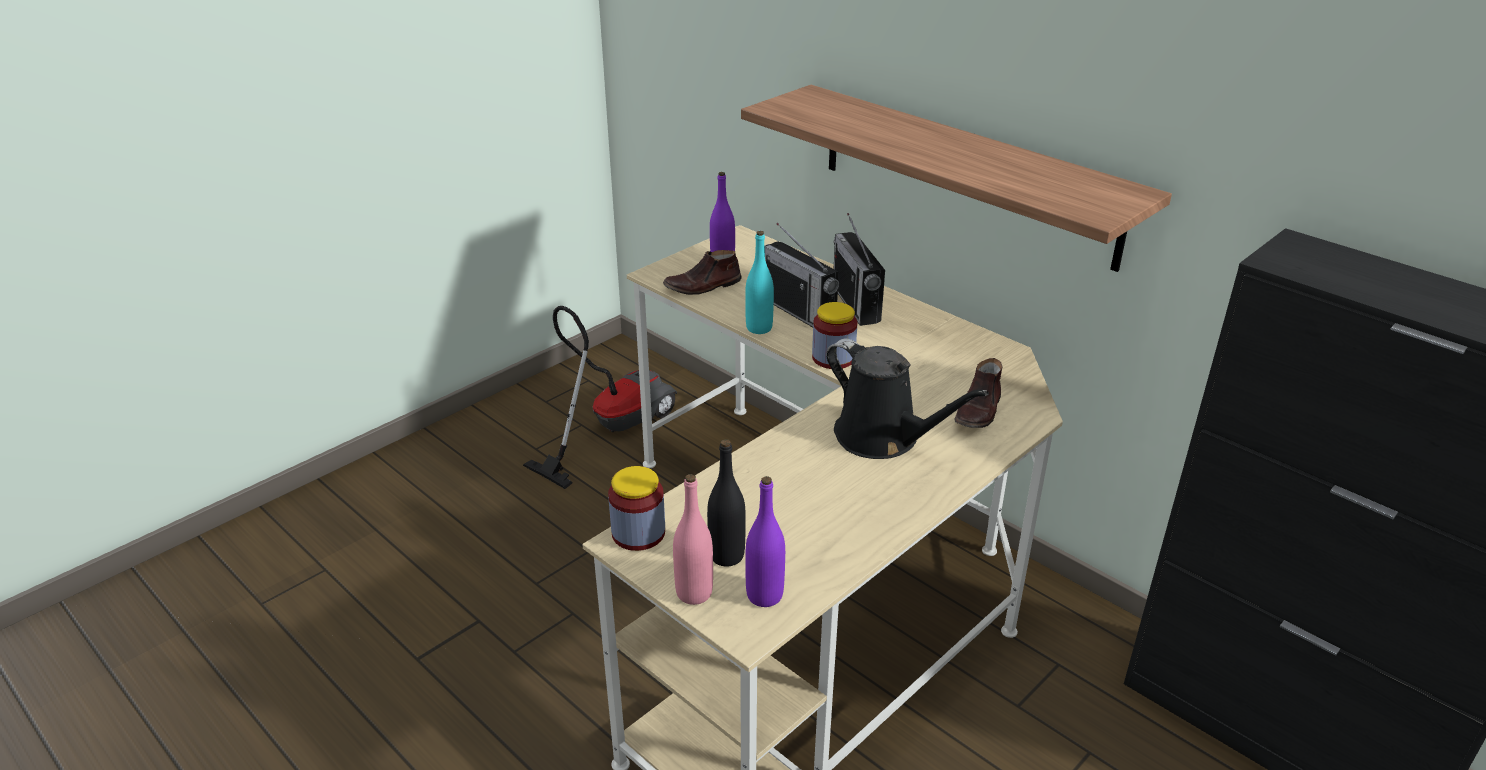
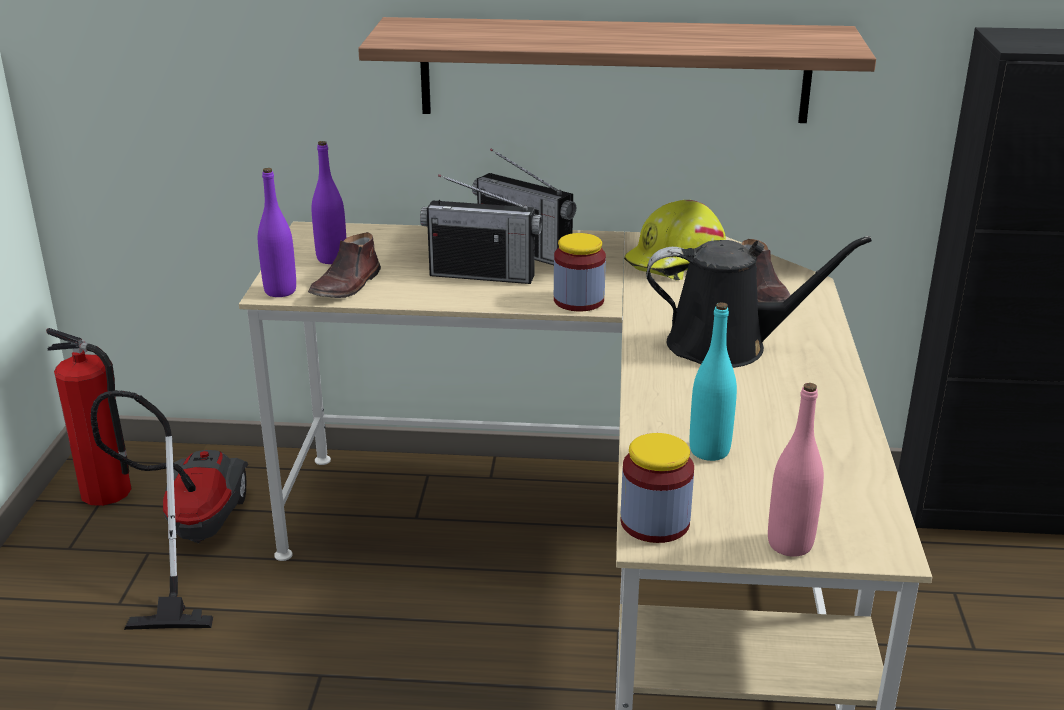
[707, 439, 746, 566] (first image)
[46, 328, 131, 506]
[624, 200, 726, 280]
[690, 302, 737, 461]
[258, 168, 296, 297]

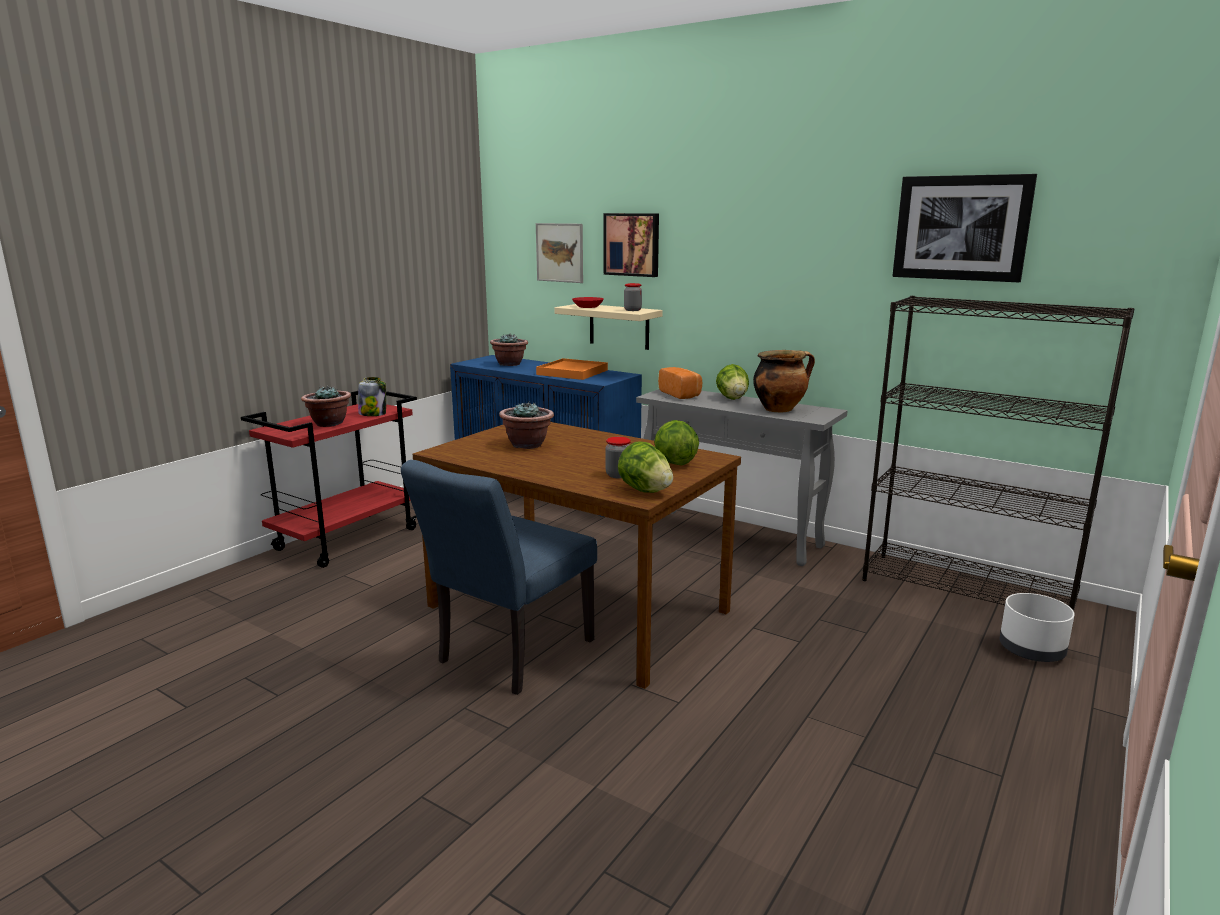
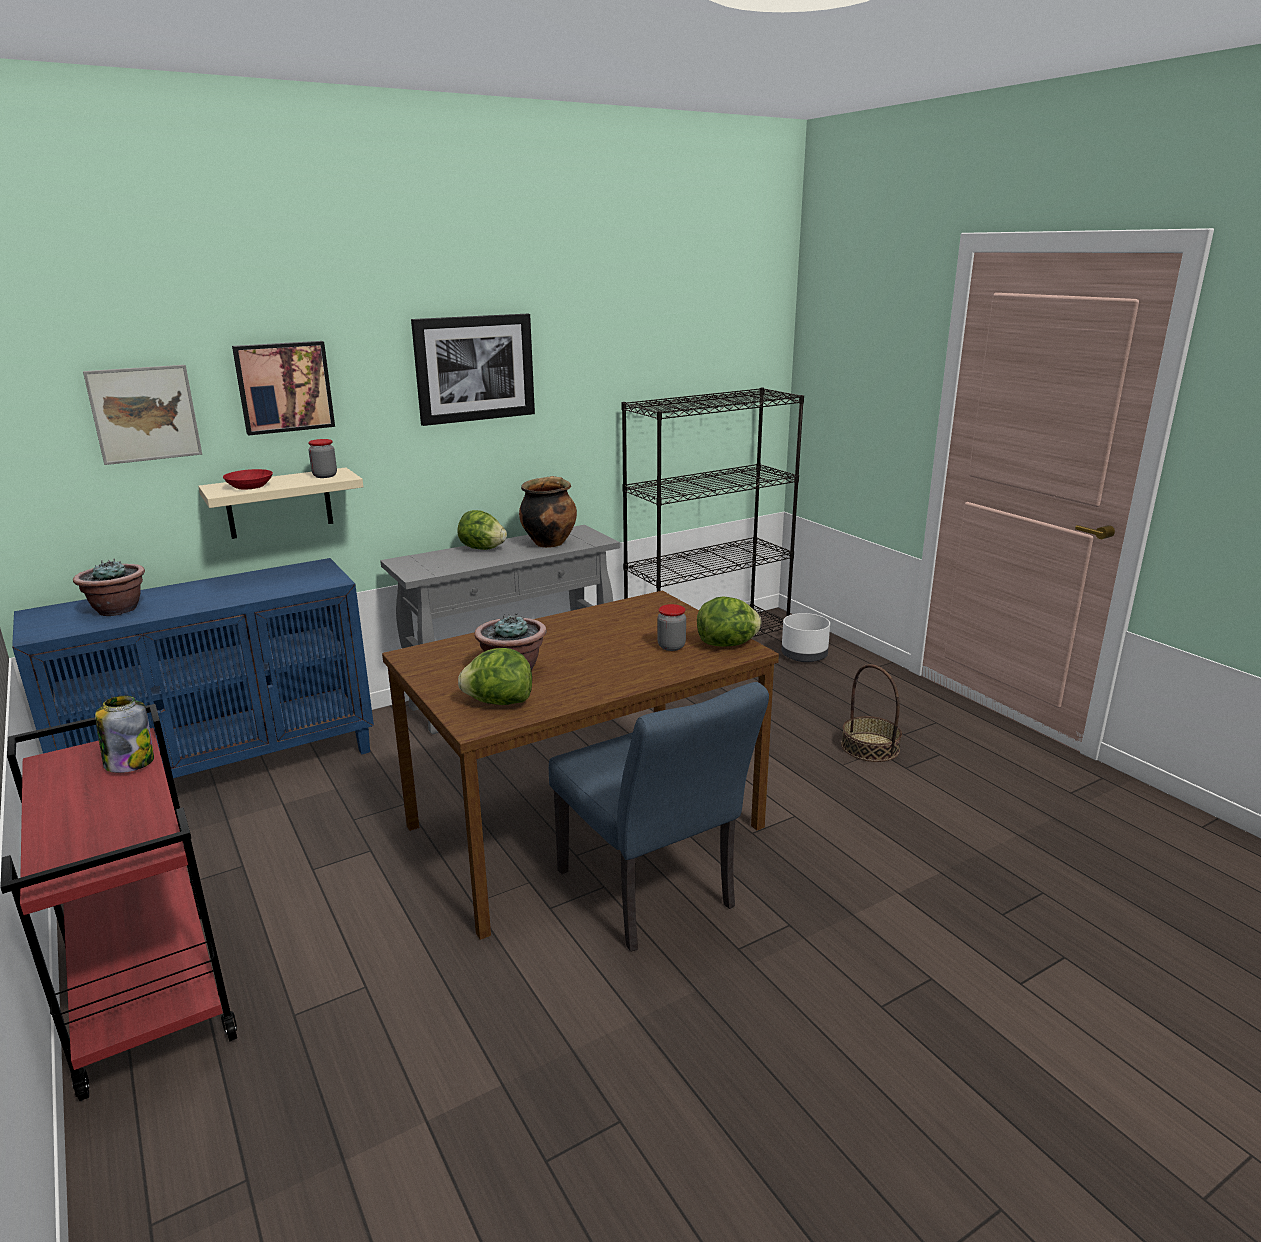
[301, 385, 351, 427] (first image)
[536, 358, 608, 380] (first image)
[658, 367, 702, 399] (first image)
[841, 664, 902, 762]
[458, 648, 532, 705]
[411, 314, 535, 426]

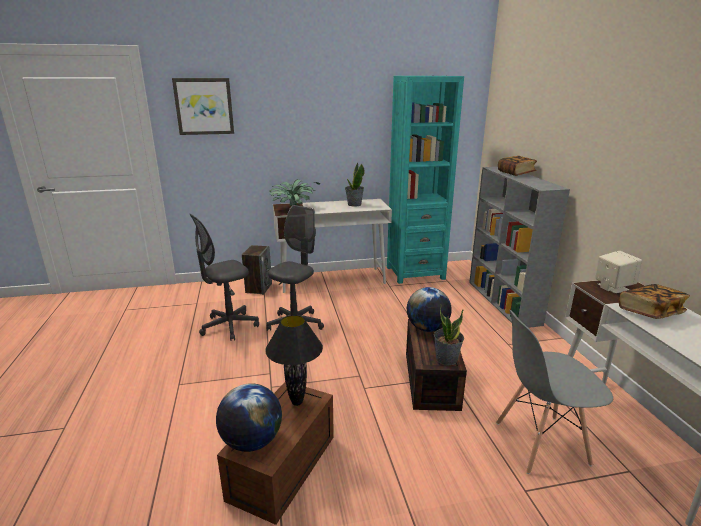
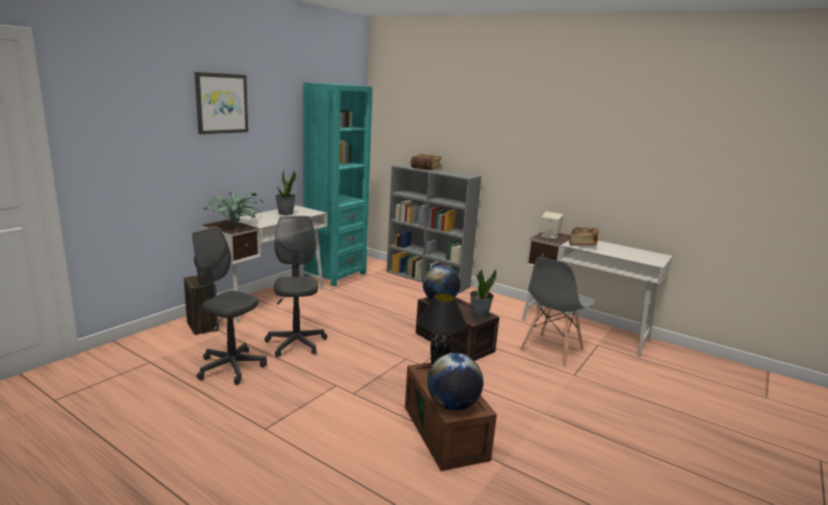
[195, 72, 248, 134]
[192, 226, 267, 385]

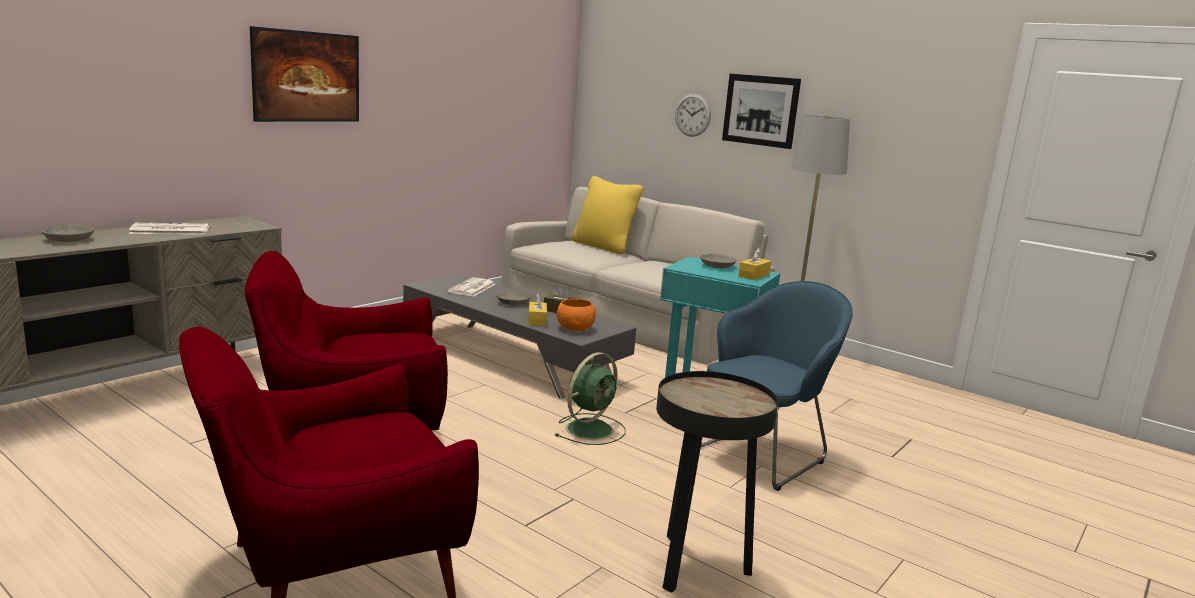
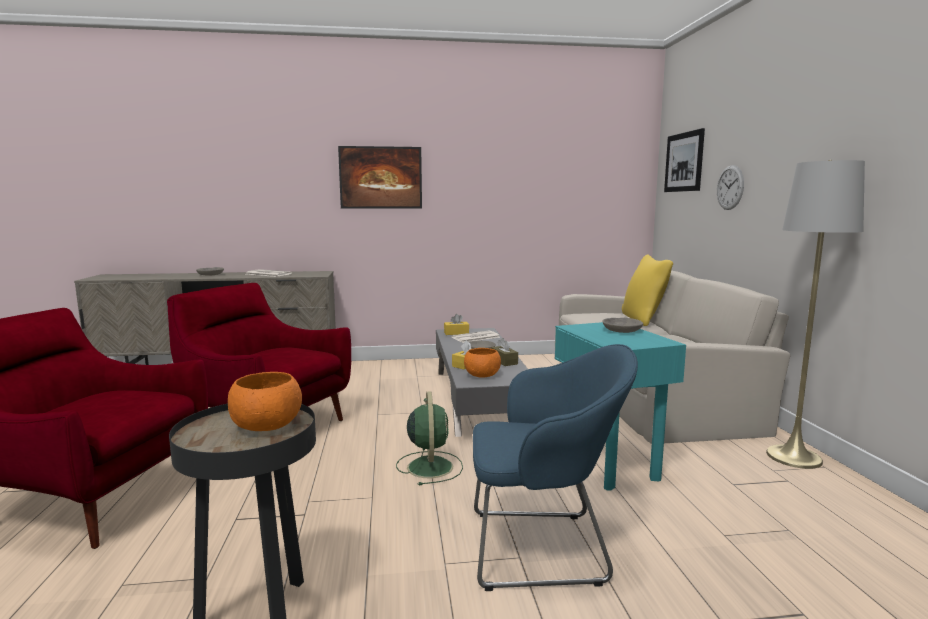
[228, 372, 302, 431]
[664, 128, 705, 192]
[444, 314, 469, 335]
[396, 392, 463, 485]

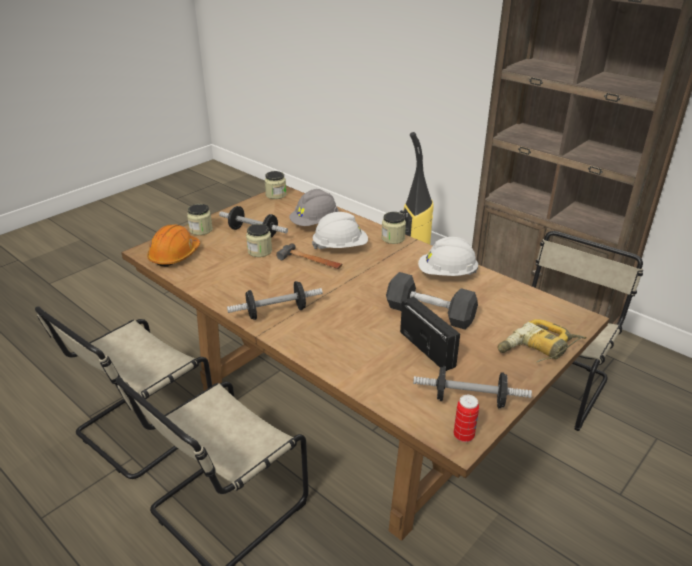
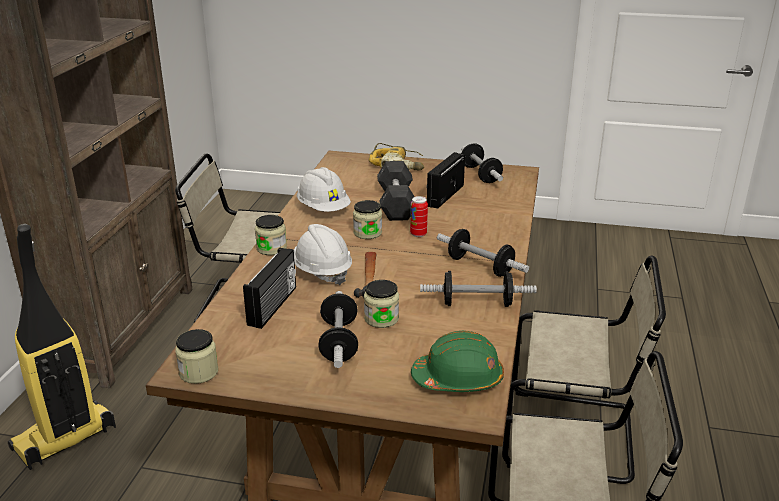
[420, 271, 537, 307]
[353, 200, 382, 239]
[410, 196, 428, 237]
[243, 248, 296, 329]
[411, 331, 504, 392]

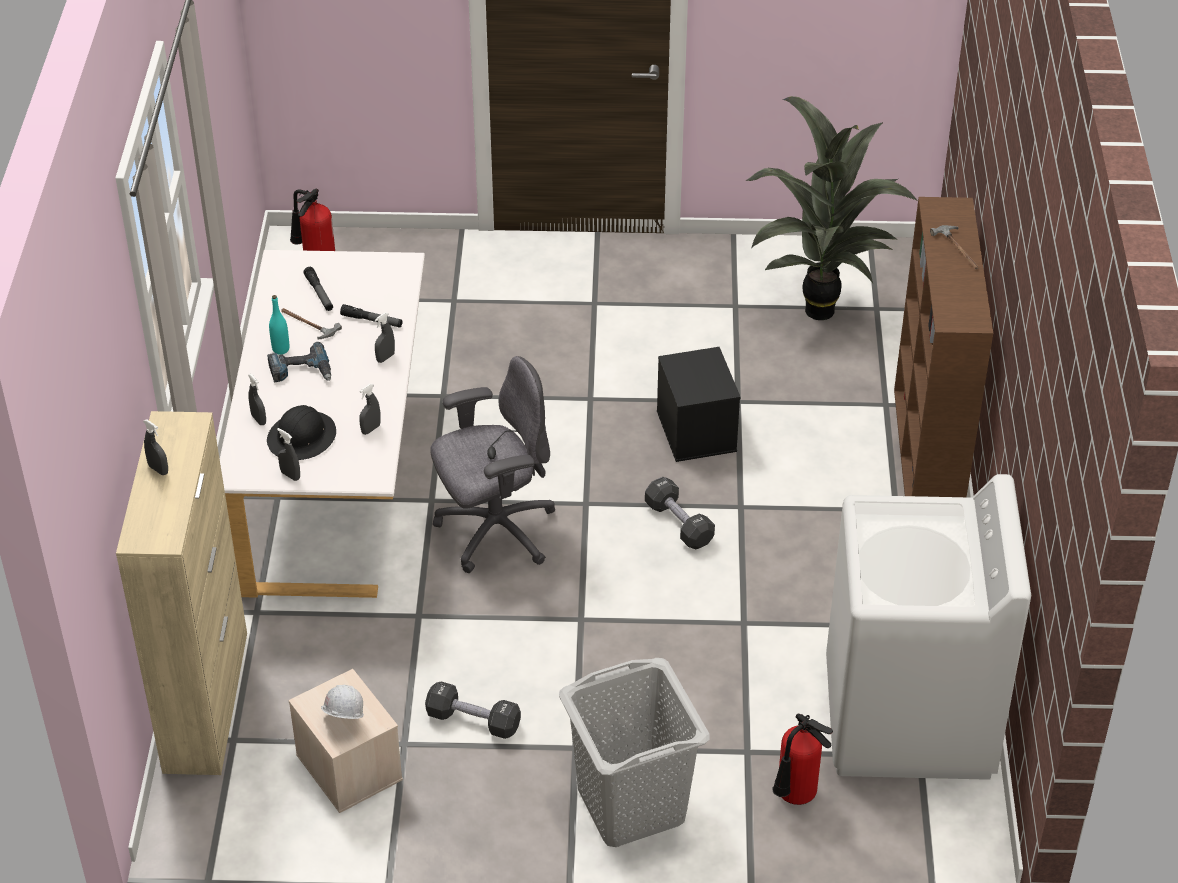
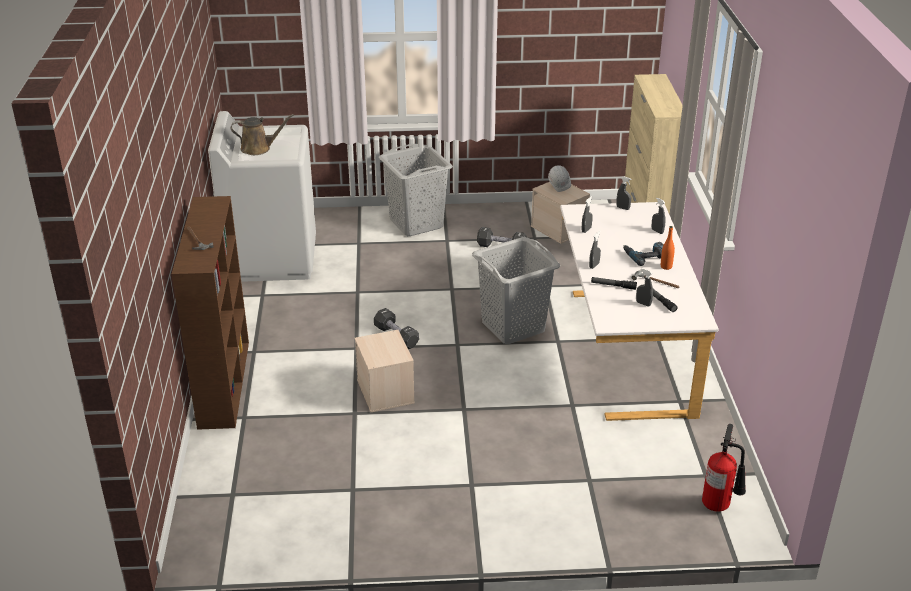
[267, 405, 336, 460] (first image)
[745, 96, 918, 320] (first image)
[772, 713, 833, 805] (first image)
[230, 114, 294, 155]
[636, 268, 653, 307]
[472, 237, 560, 344]
[661, 226, 675, 270]
[355, 330, 415, 412]

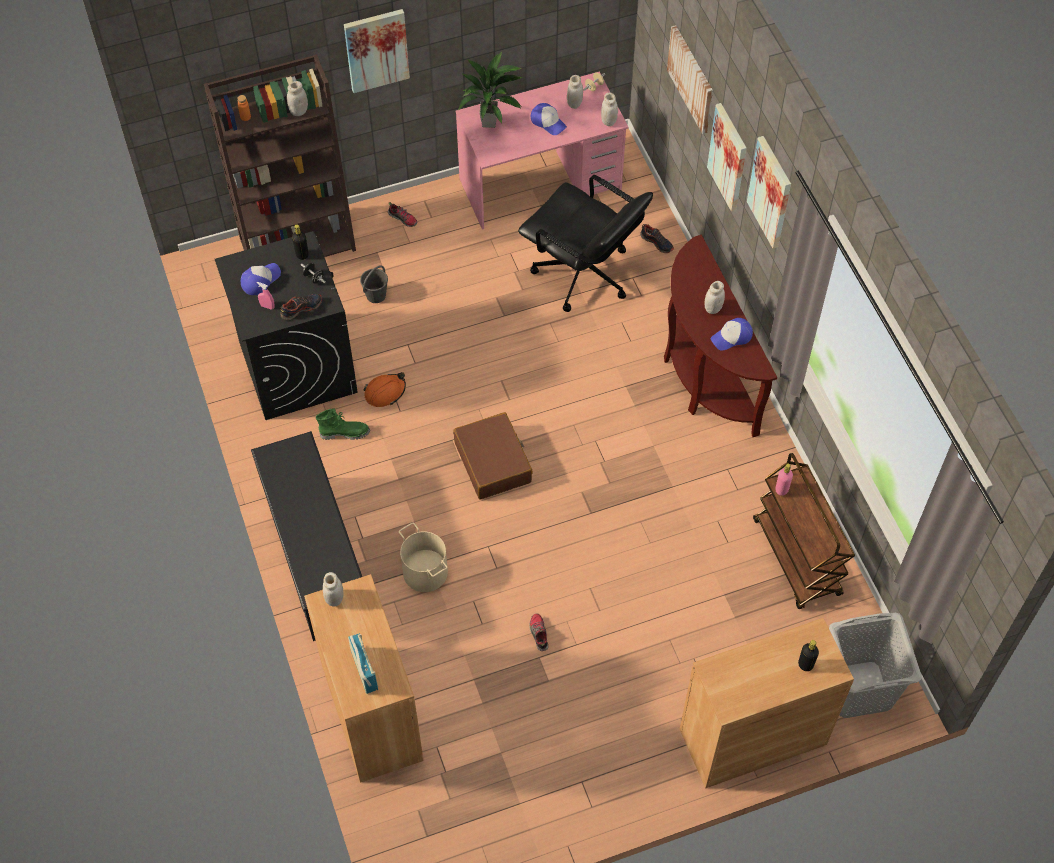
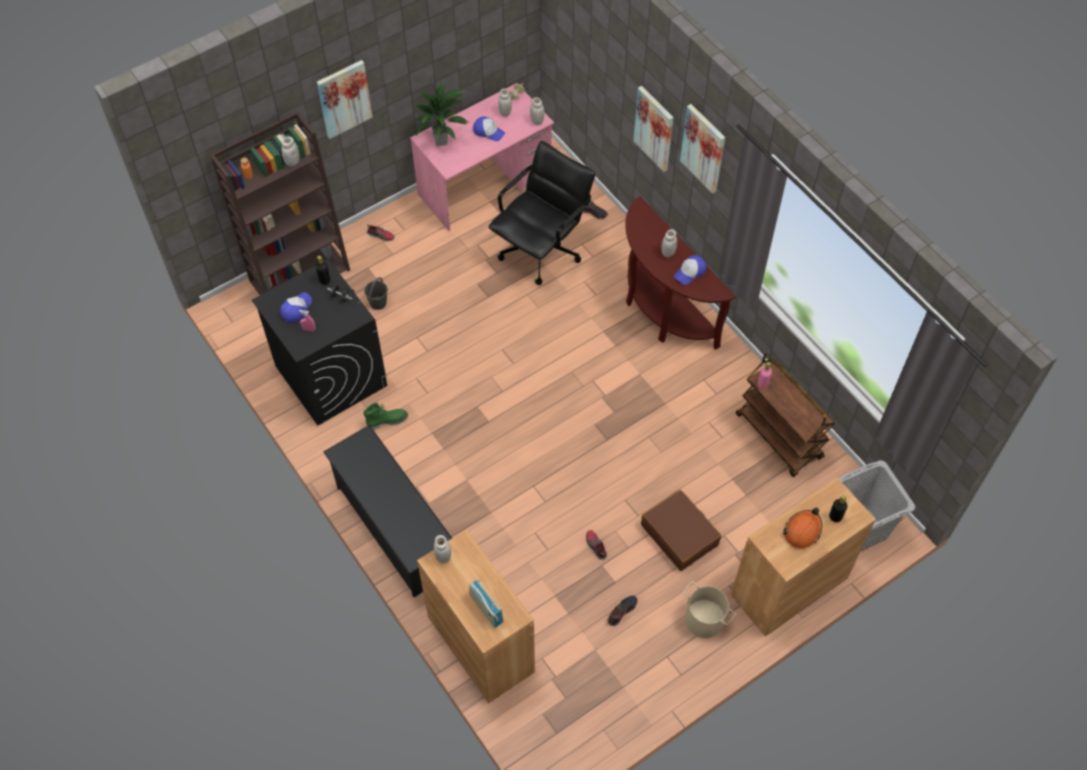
[667, 25, 713, 134] (first image)
[608, 595, 637, 626]
[783, 507, 822, 549]
[683, 581, 736, 638]
[641, 490, 721, 571]
[488, 141, 595, 285]

